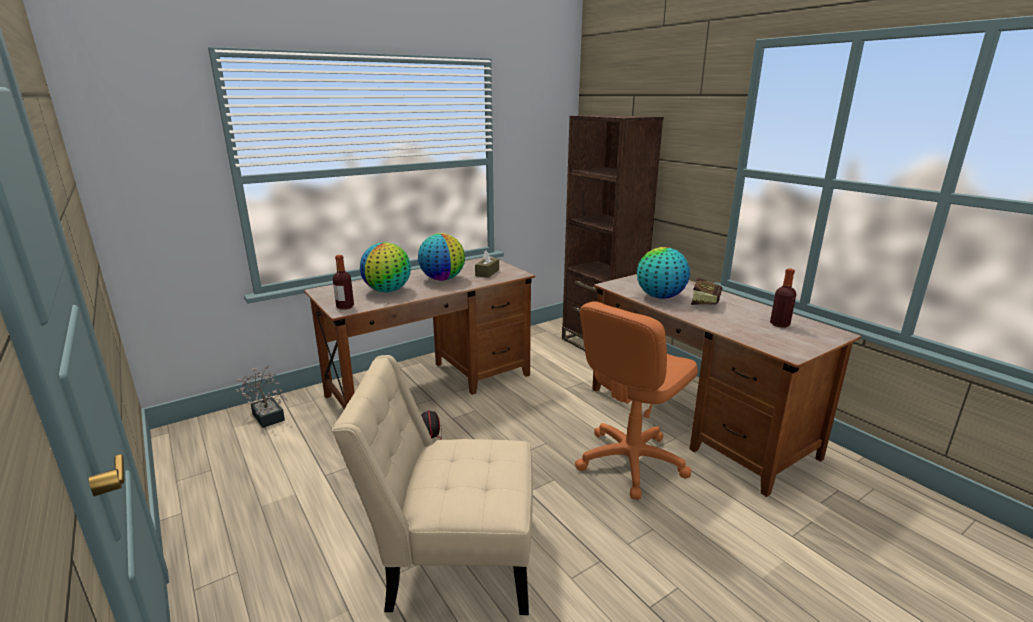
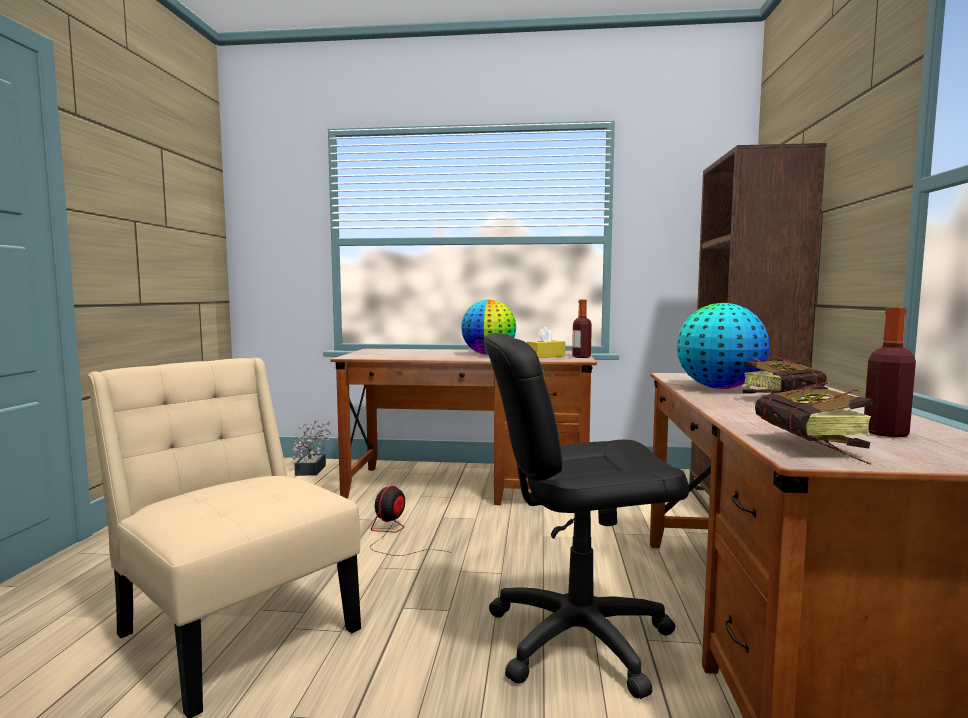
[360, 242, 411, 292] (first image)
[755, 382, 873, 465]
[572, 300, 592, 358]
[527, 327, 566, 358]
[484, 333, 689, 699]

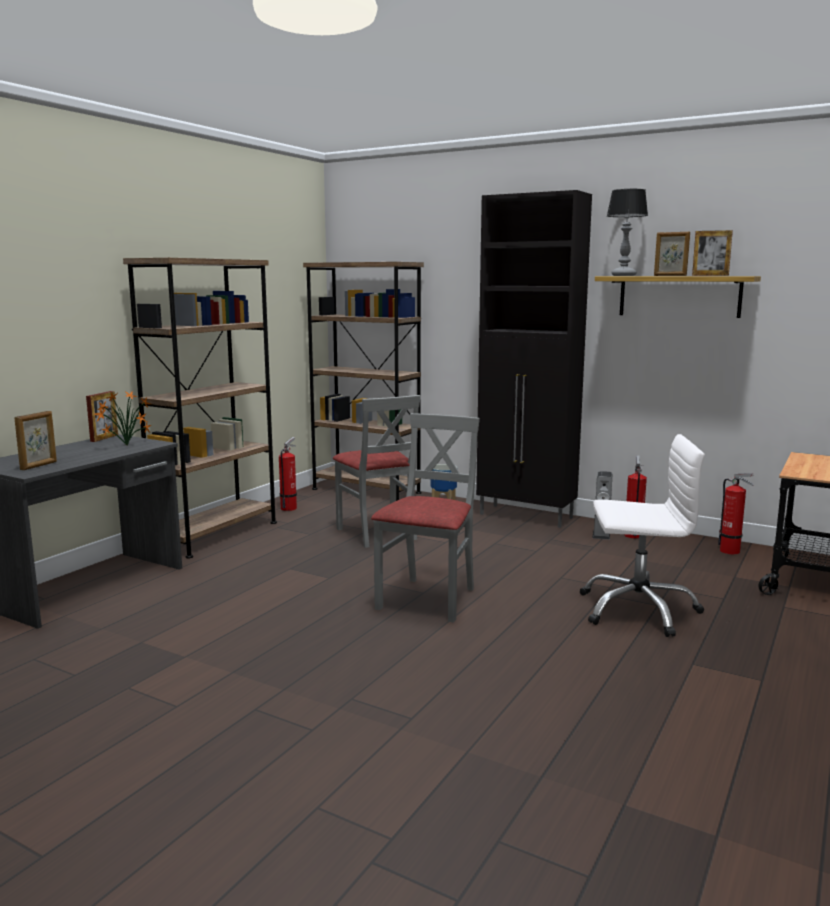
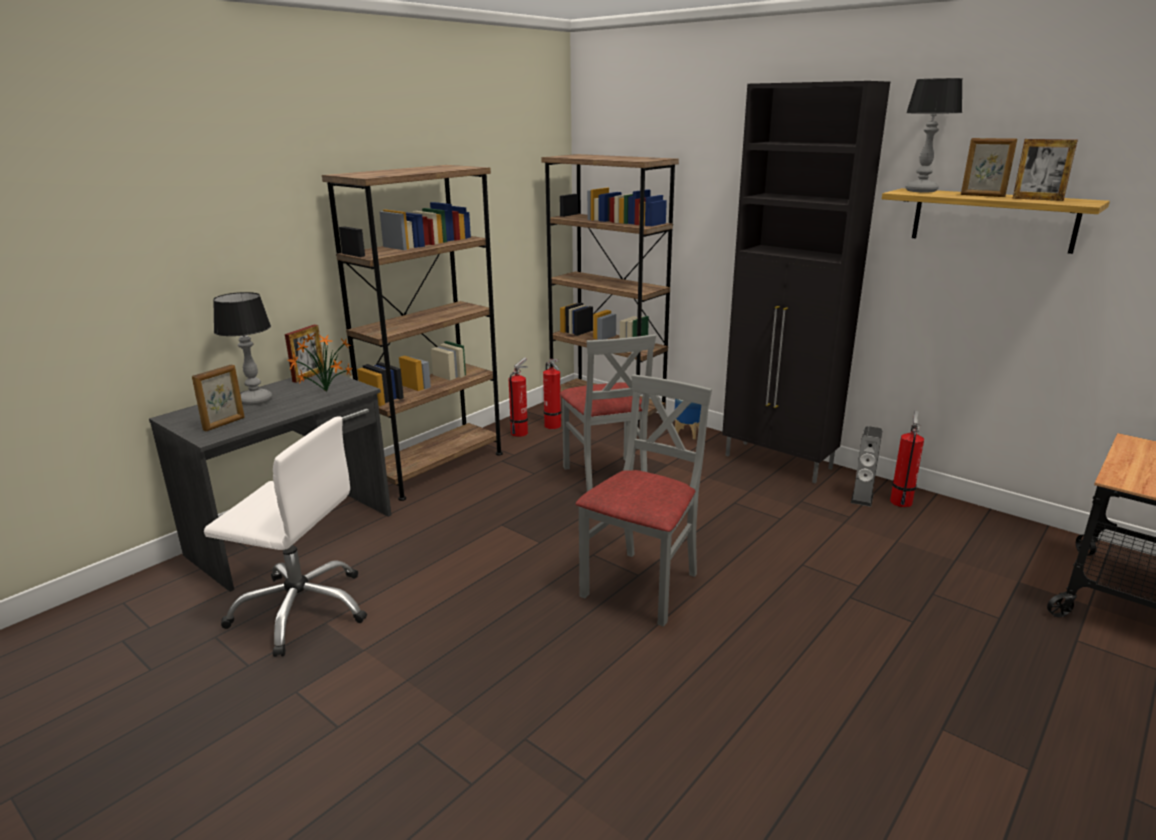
[213, 292, 272, 405]
[204, 416, 367, 657]
[543, 359, 561, 429]

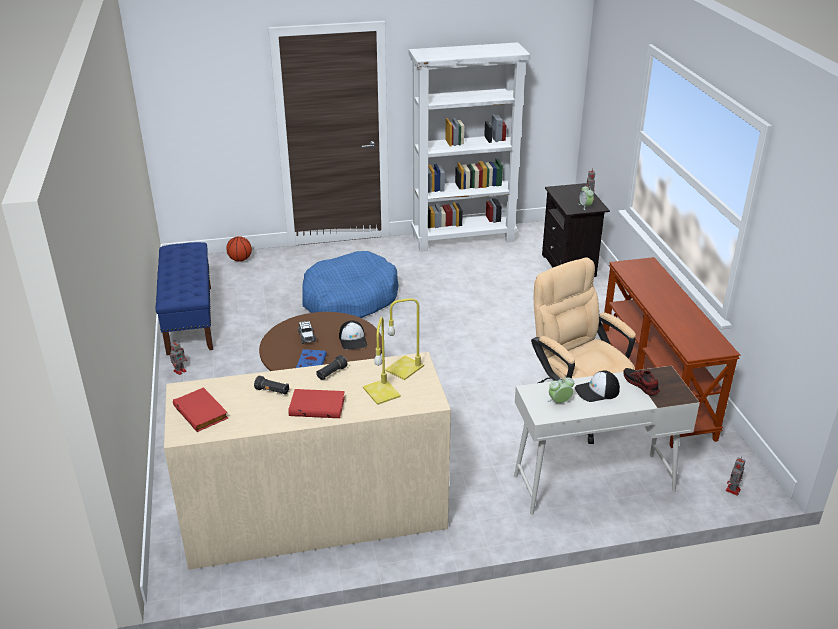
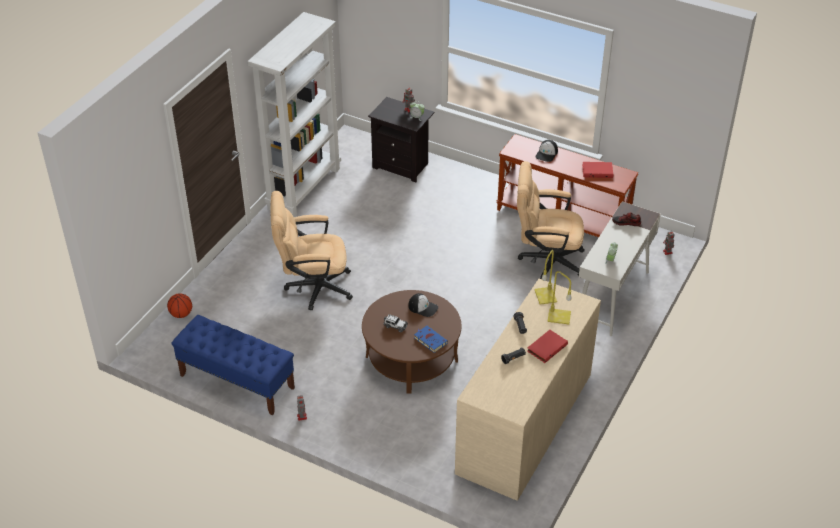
[582, 162, 613, 178]
[535, 140, 558, 162]
[270, 191, 353, 310]

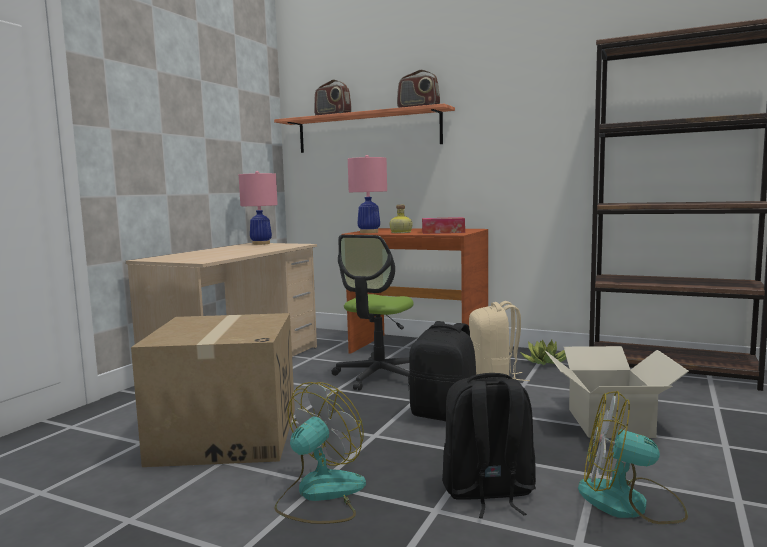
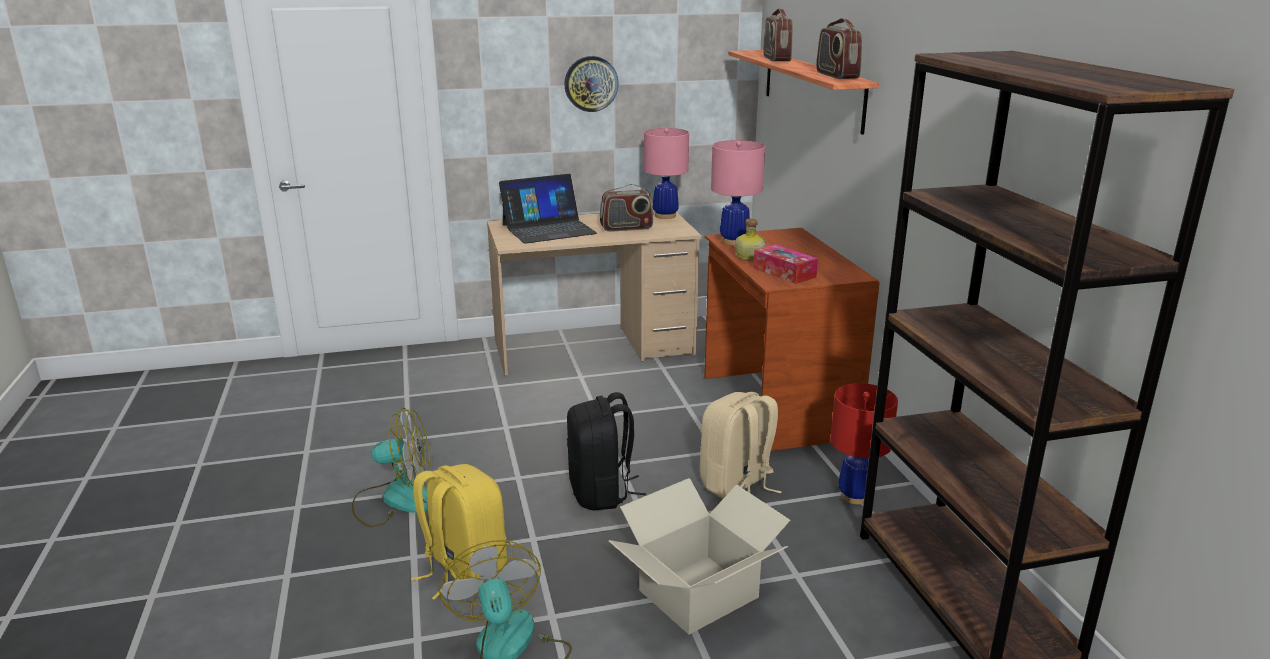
[131, 313, 295, 467] (first image)
[331, 235, 414, 391] (first image)
[499, 174, 597, 244]
[564, 56, 619, 112]
[600, 184, 653, 232]
[830, 383, 898, 505]
[411, 464, 507, 600]

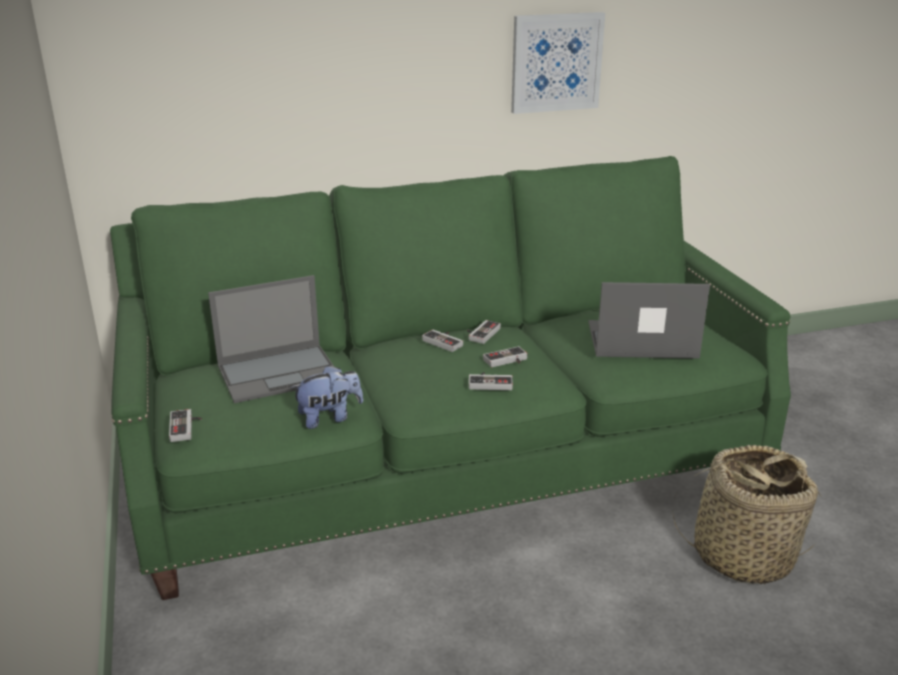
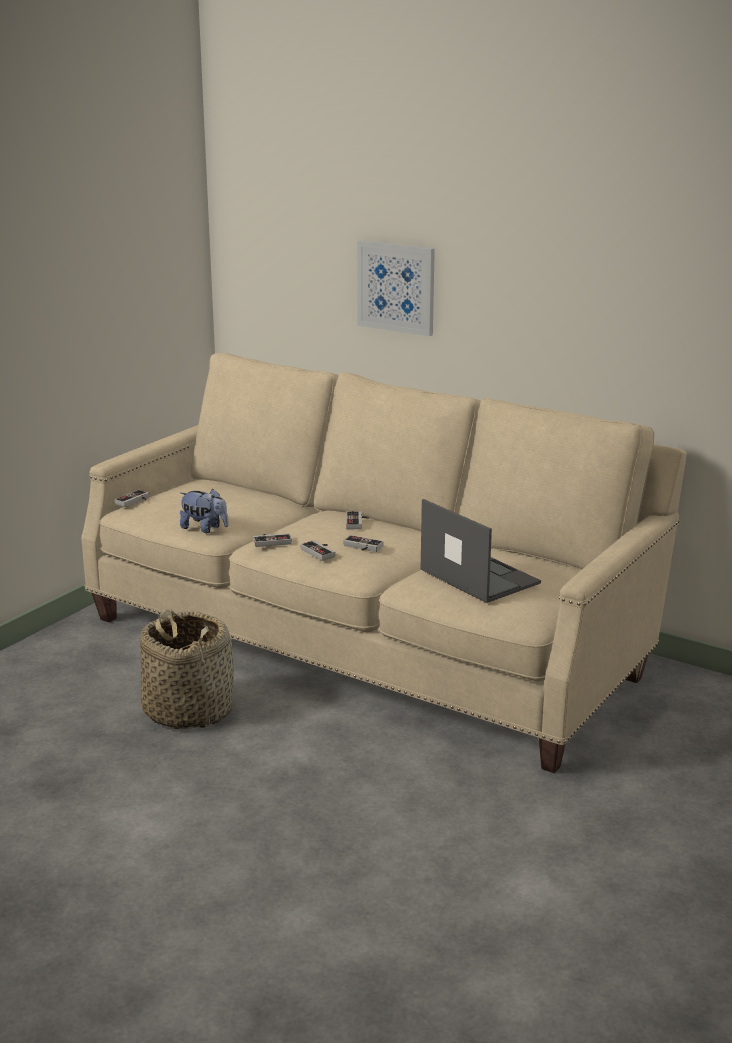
[208, 275, 334, 403] (first image)
[253, 533, 292, 547]
[357, 240, 435, 336]
[140, 610, 234, 729]
[81, 353, 687, 773]

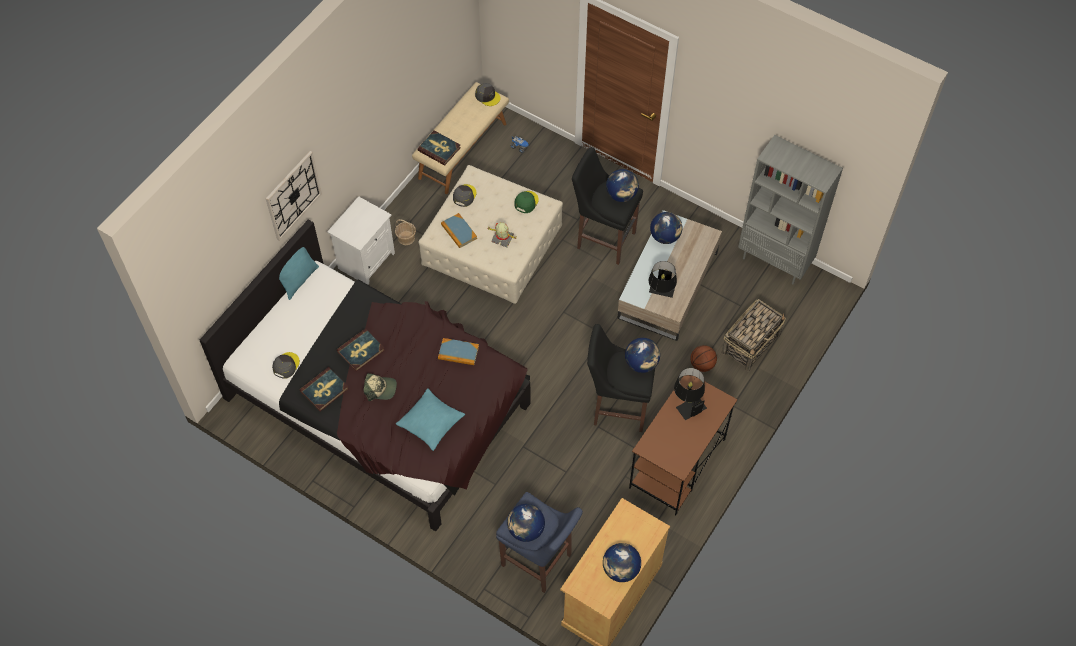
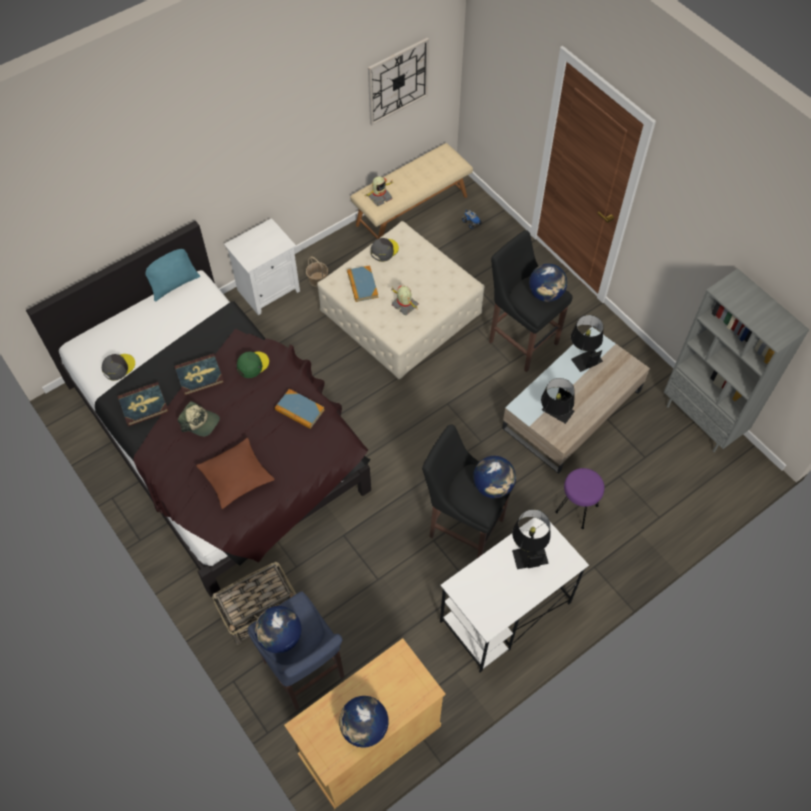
[475, 83, 501, 106] (first image)
[368, 38, 429, 125]
[236, 351, 269, 378]
[212, 562, 296, 645]
[366, 176, 394, 206]
[571, 315, 603, 372]
[555, 468, 604, 529]
[196, 438, 275, 509]
[440, 517, 589, 672]

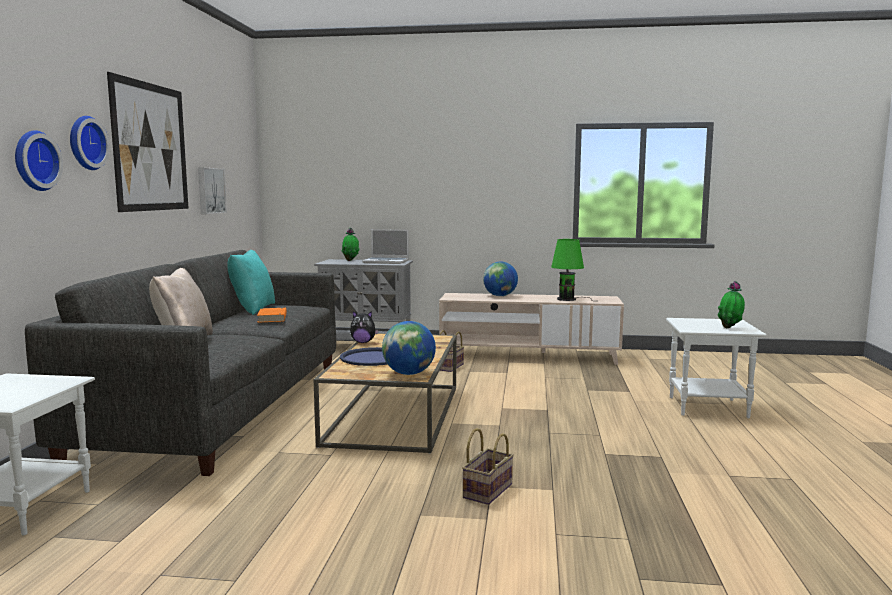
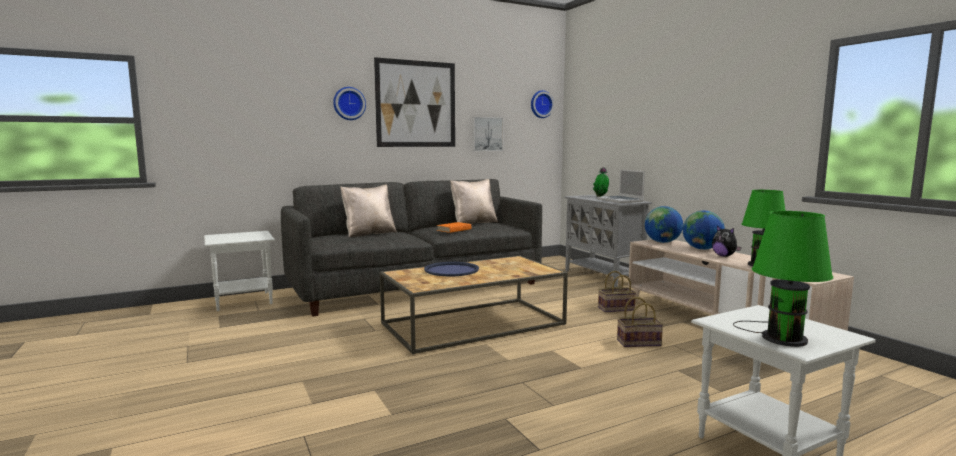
[531, 90, 554, 118]
[712, 226, 742, 257]
[645, 206, 683, 243]
[617, 297, 664, 347]
[733, 211, 833, 347]
[450, 179, 498, 224]

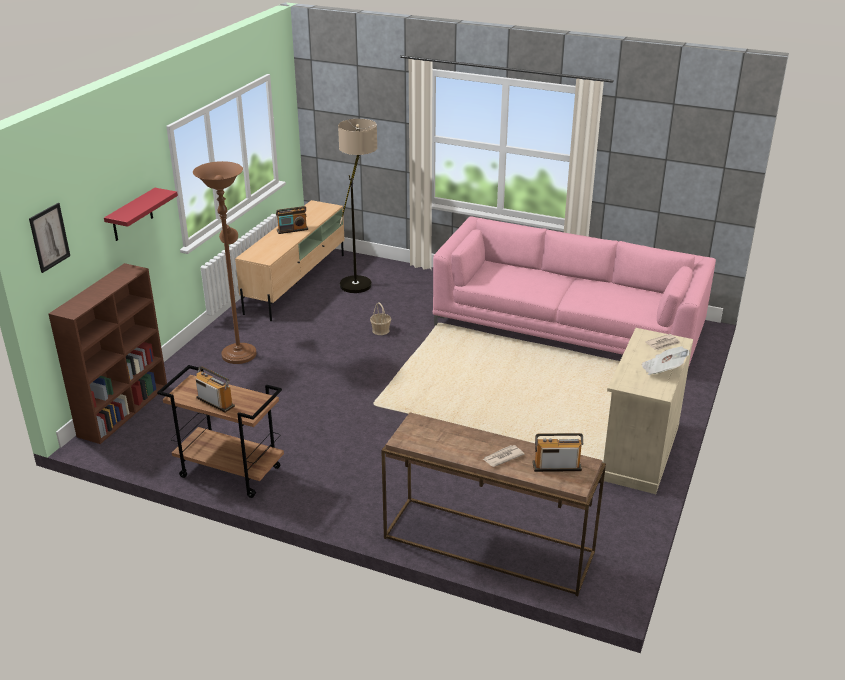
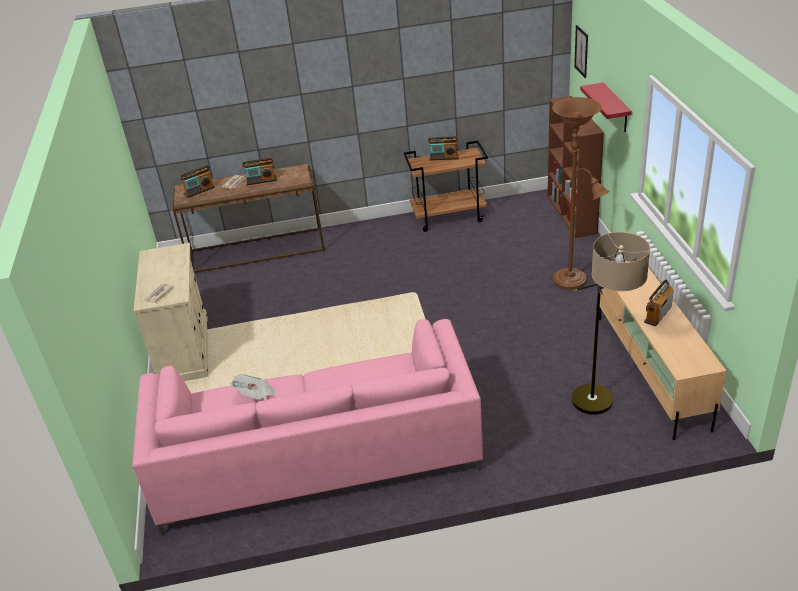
[370, 302, 391, 335] (first image)
[242, 158, 277, 185]
[230, 374, 278, 400]

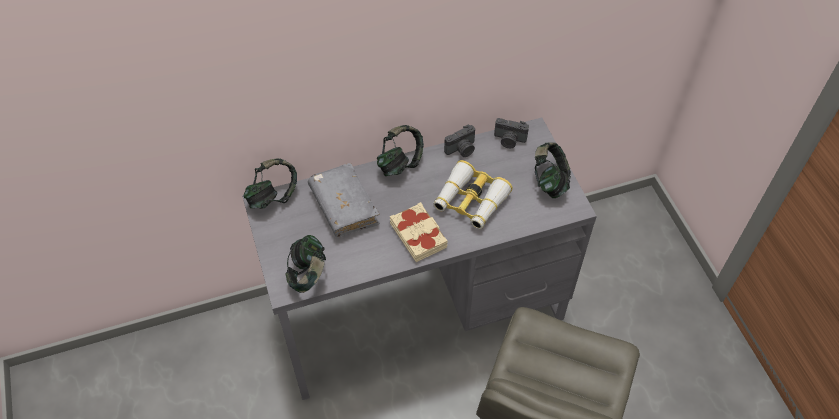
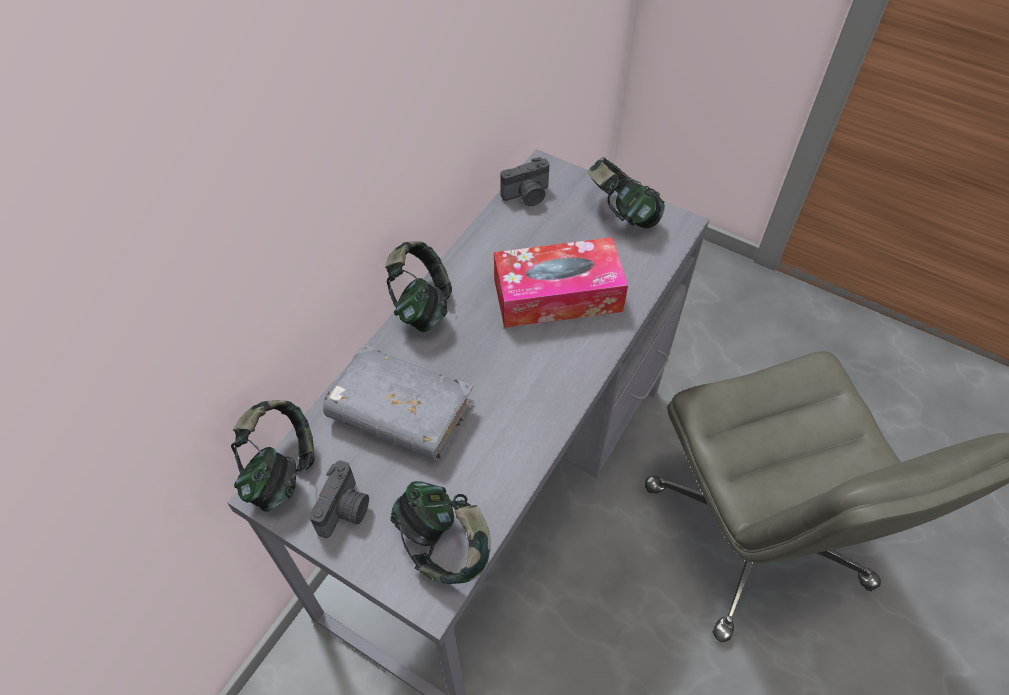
[390, 202, 448, 262] (first image)
[309, 460, 369, 538]
[494, 237, 628, 328]

